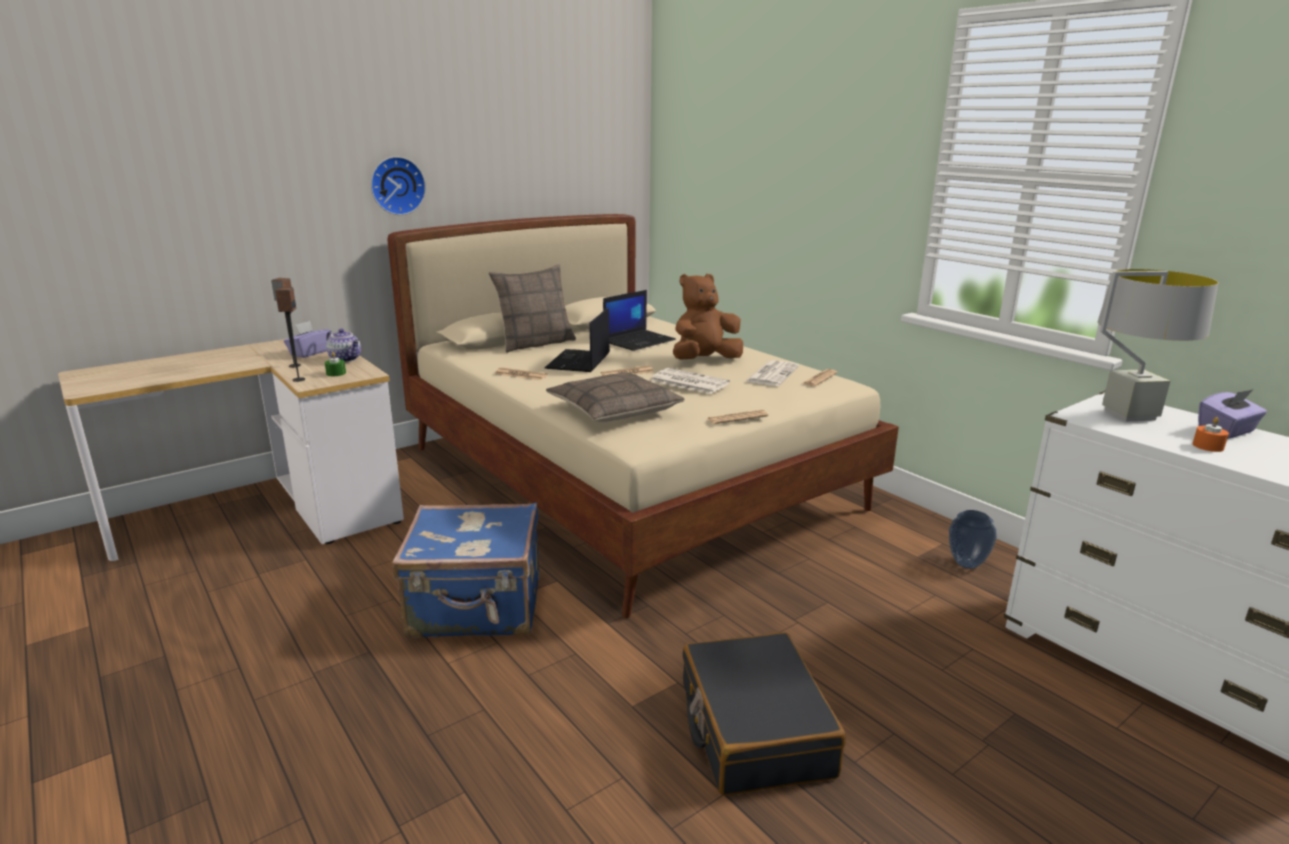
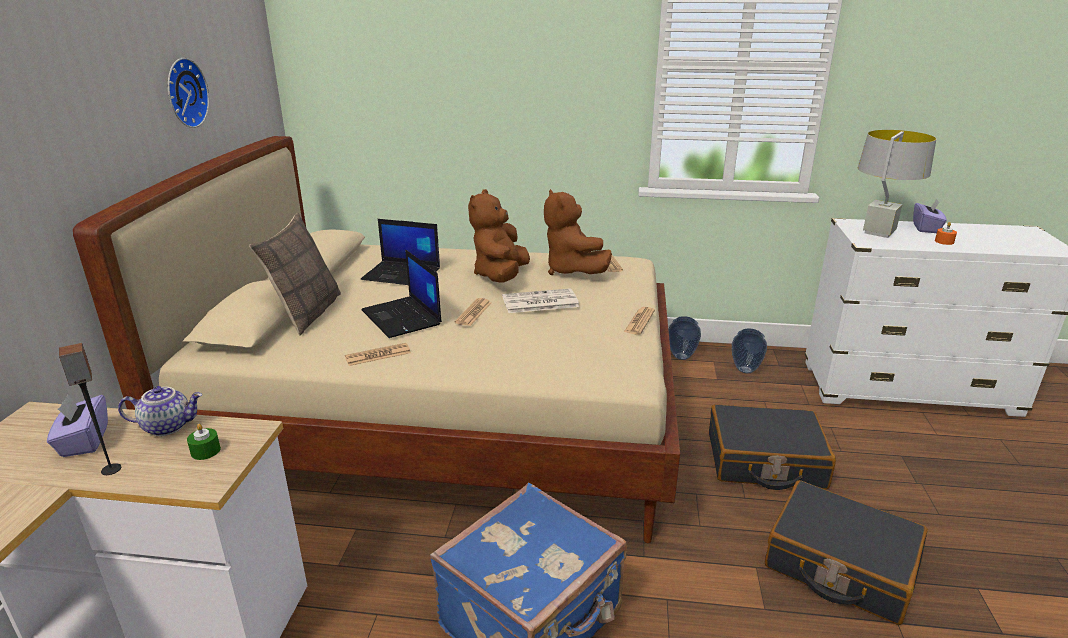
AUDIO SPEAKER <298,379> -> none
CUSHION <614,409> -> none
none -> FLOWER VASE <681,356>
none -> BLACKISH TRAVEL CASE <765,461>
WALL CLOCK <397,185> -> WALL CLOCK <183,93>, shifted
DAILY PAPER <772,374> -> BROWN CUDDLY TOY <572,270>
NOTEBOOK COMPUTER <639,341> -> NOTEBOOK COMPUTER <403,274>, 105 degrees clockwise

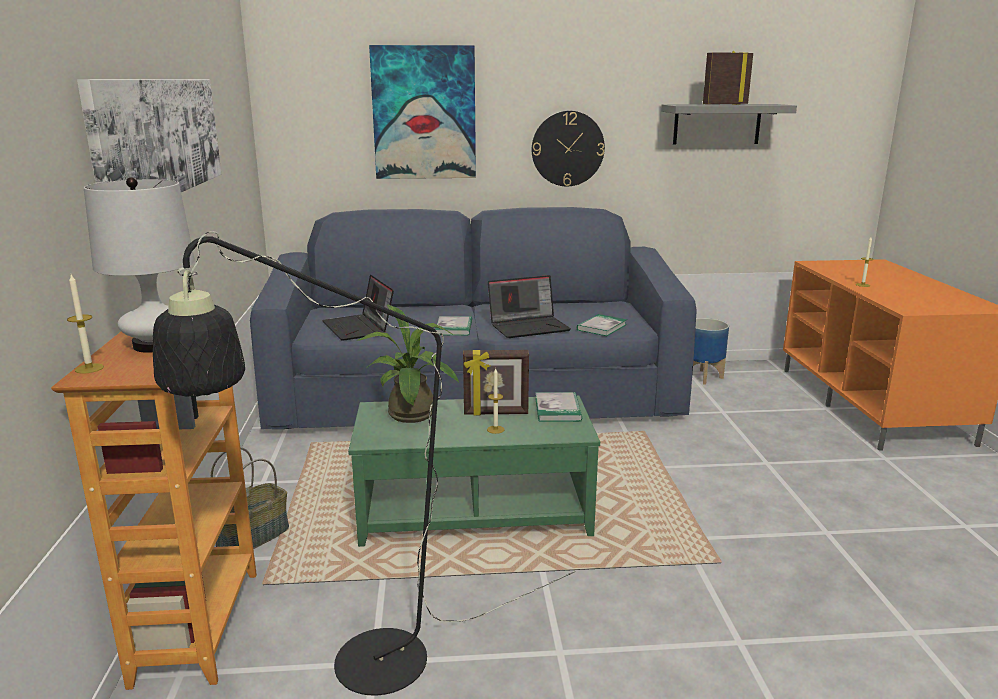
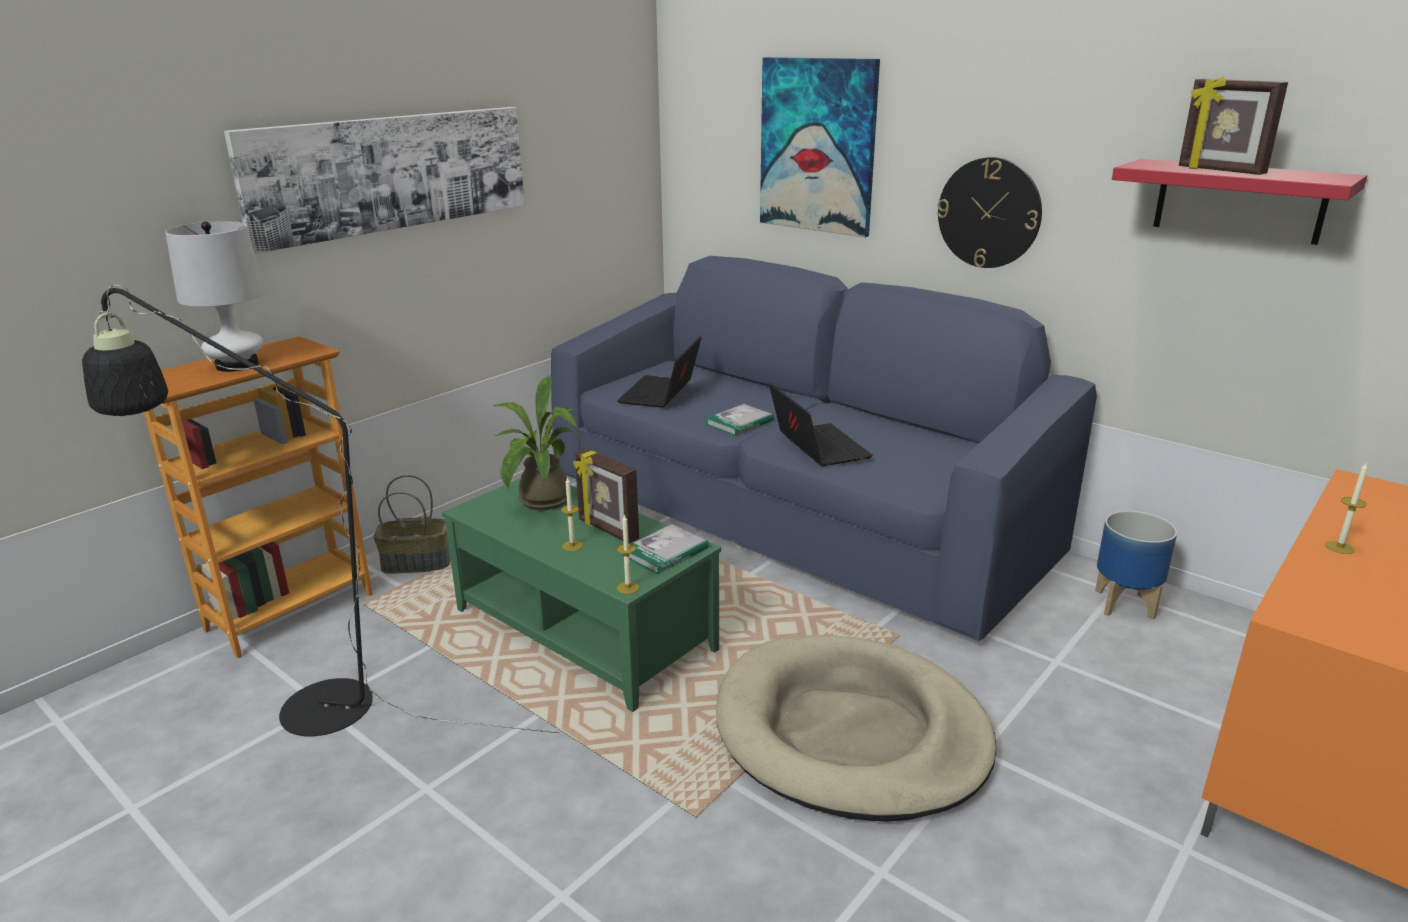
BOUND BOOK <601,327> -> none
none -> BEIGE-COLOURED PET BED <850,733>
CANDLE <89,368> -> CANDLE <628,588>, shifted
GRAY BRACKET SHELF <717,124> -> REDDISH BRACKET SHELF <1239,201>
NOTEBOOK COMPUTER <529,326> -> NOTEBOOK COMPUTER <817,447>, 135 degrees counterclockwise
PICTURE FRAME <724,104> -> PICTURE FRAME <1220,171>, 150 degrees counterclockwise

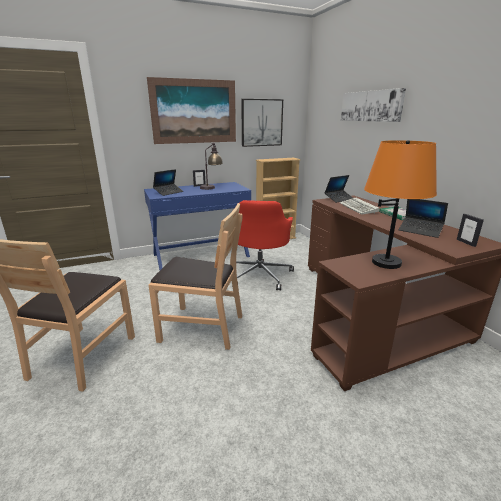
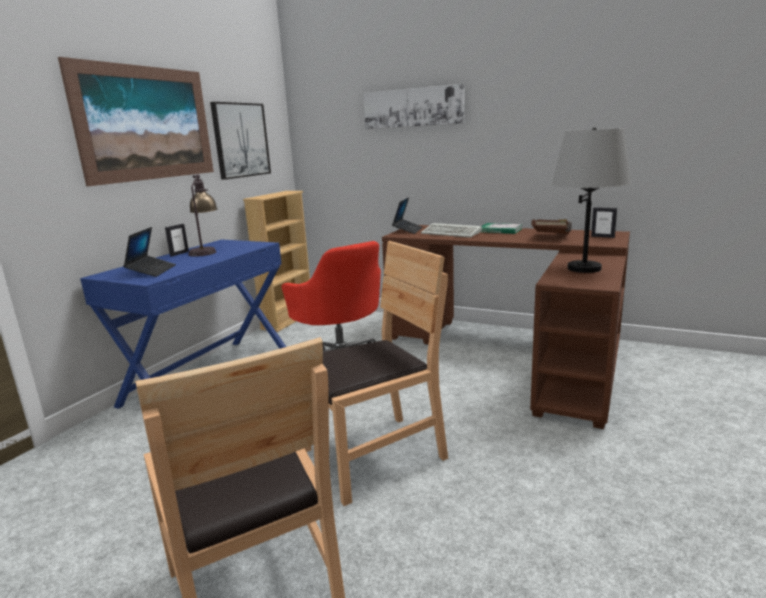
NOTEBOOK COMPUTER <420,231> -> BROWN BOUND BOOK <552,237>
ORANGE TABLETOP LAMP <386,262> -> GRAY TABLETOP LAMP <584,268>

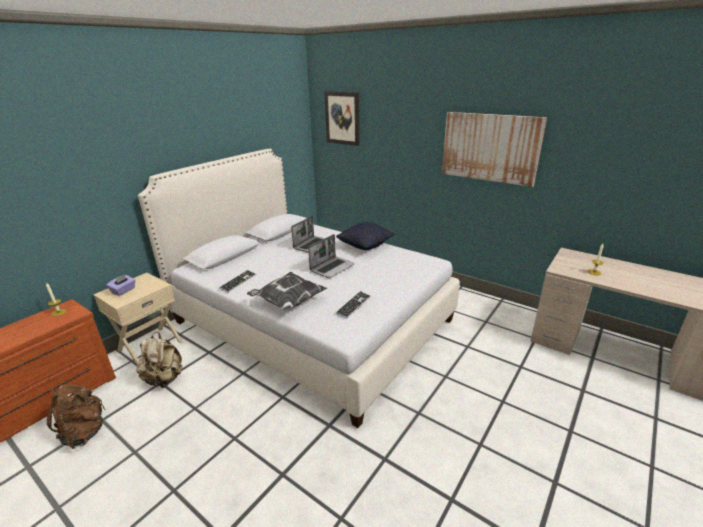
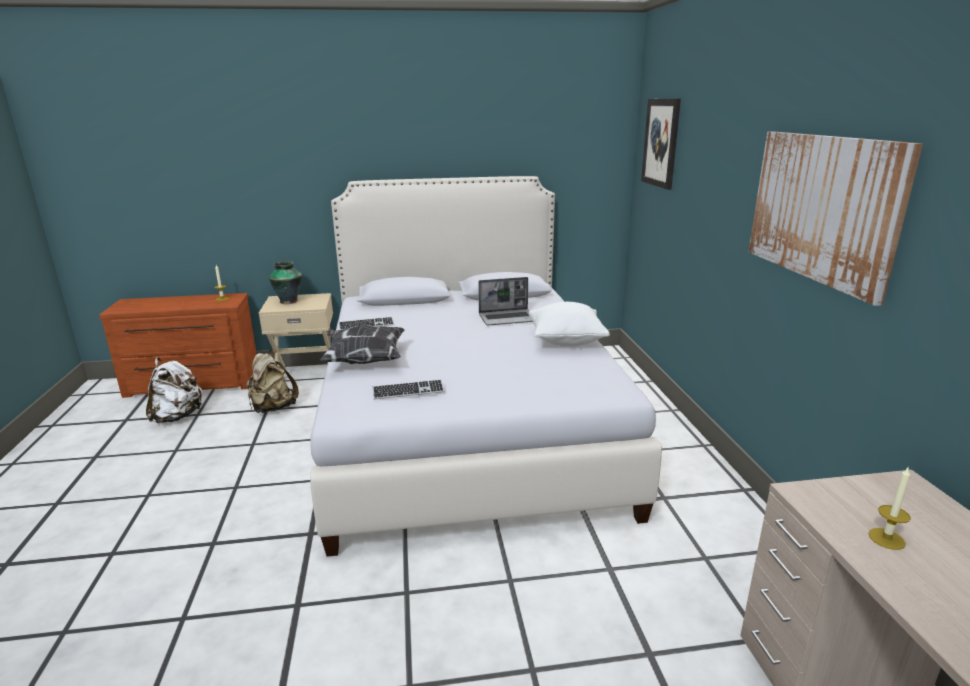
NOTEBOOK COMPUTER <332,267> -> none
PURPLISH TISSUE HOLDER <124,291> -> FLOWER VASE <288,301>
BROWN BACKPACK <84,432> -> WHITE-COLOURED BACKPACK <178,416>
BLACKISH CUSHION <365,246> -> WHITE-COLOURED CUSHION <566,341>

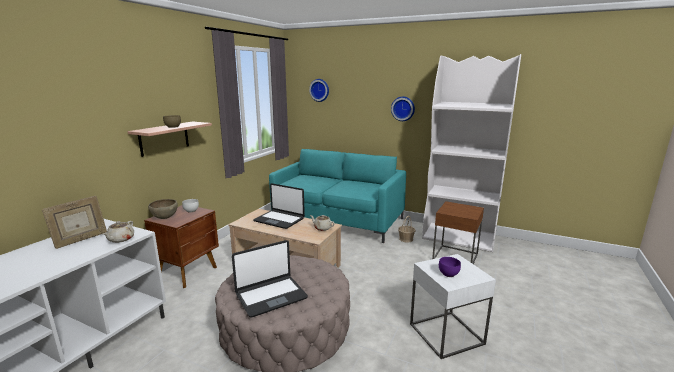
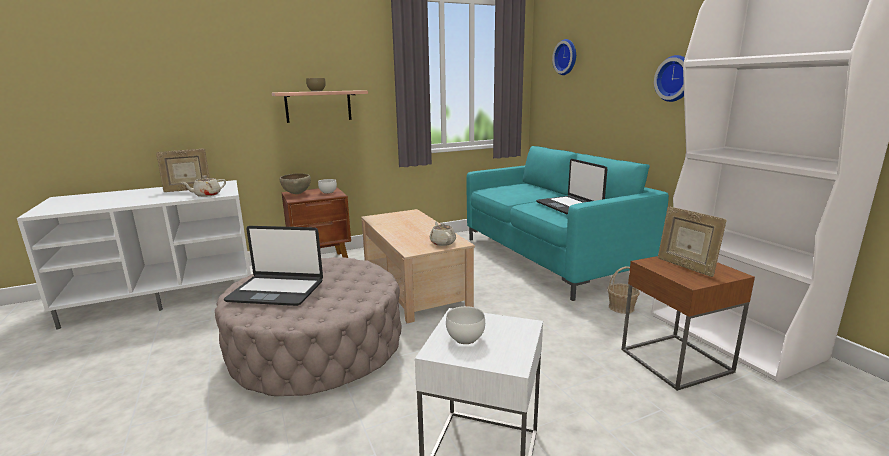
none -> PICTURE FRAME <685,267>
NOTEBOOK COMPUTER <279,219> -> NOTEBOOK COMPUTER <569,206>, shifted
PURPLISH SERVING BOWL <448,273> -> WHITE-COLOURED SERVING BOWL <465,338>

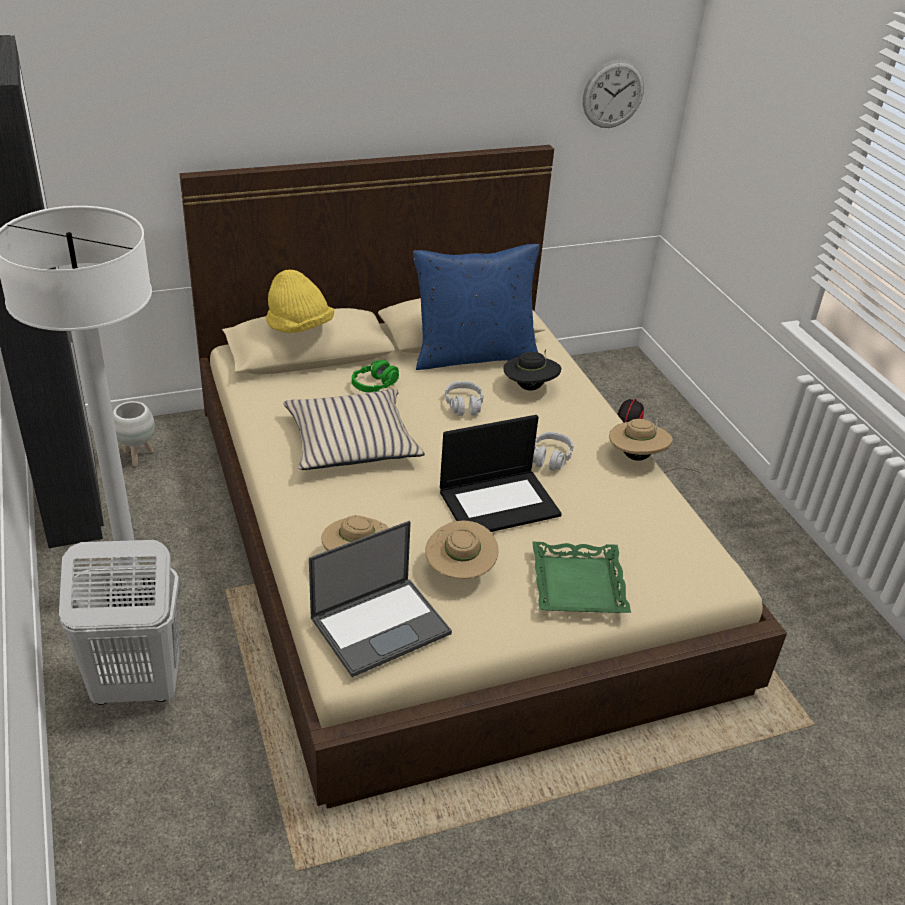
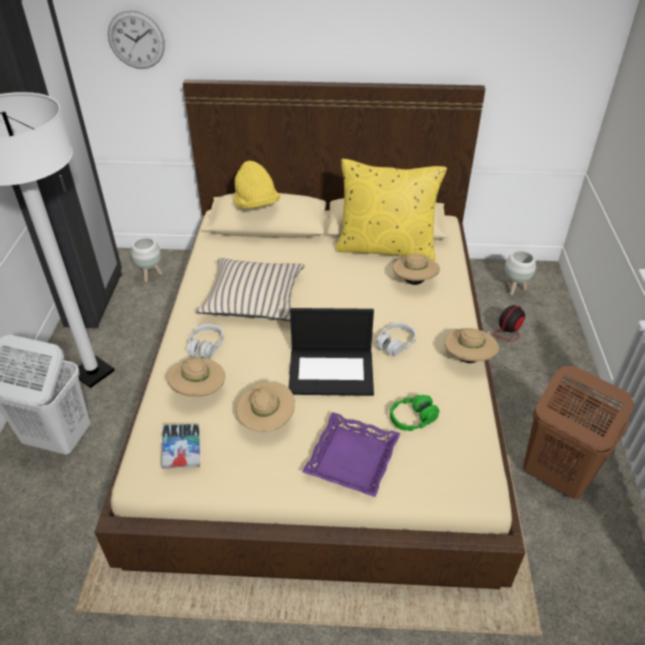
none -> WHITE-COLOURED PLANT POT <514,289>
none -> BROWN HAMPER <555,475>
GREEN-COLOURED HEADPHONES <375,384> -> GREEN-COLOURED HEADPHONES <413,418>, shifted
GRAY HEADPHONES <464,405> -> GRAY HEADPHONES <206,346>, shifted
WALL CLOCK <613,94> -> WALL CLOCK <136,40>, shifted
NOTEBOOK COMPUTER <381,625> -> BOUND BOOK <181,449>
BLUISH CUSHION <473,355> -> YELLOW-COLOURED CUSHION <385,247>
BLACKISH HAT <529,387> -> BEIGE-COLOURED HAT <414,281>
GREEN-COLOURED CARRYING TRAY <577,584> -> PURPLISH CARRYING TRAY <351,458>

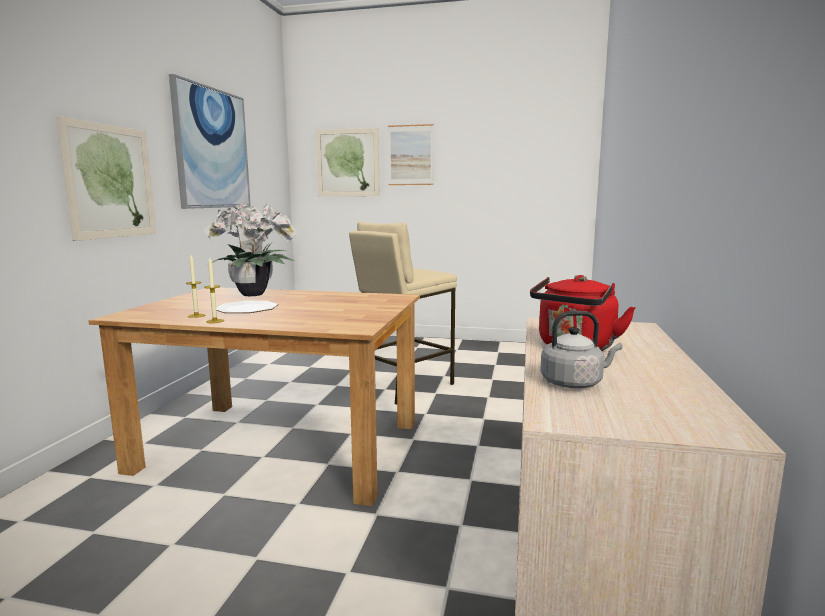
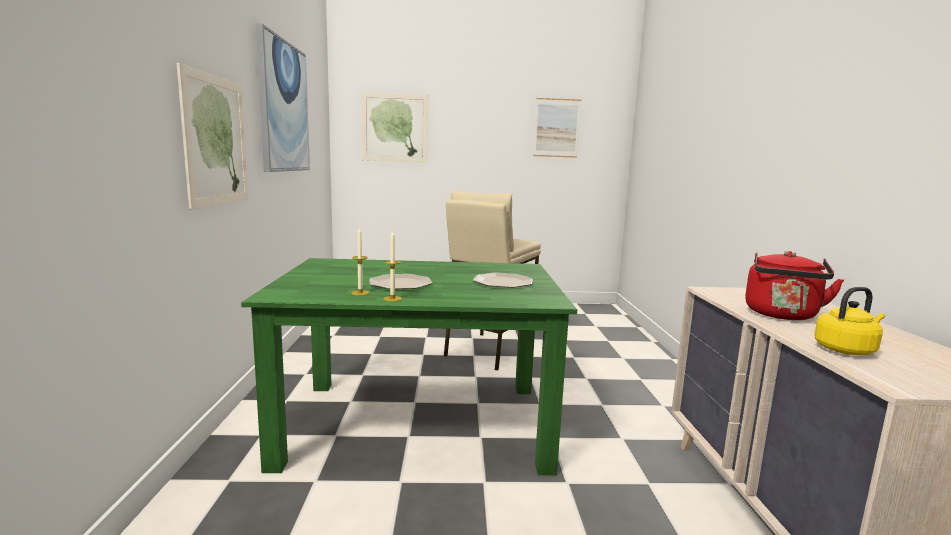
HOUSEPLANT <255,294> -> none
none -> PLATE <502,282>
PICTURE <410,155> -> PICTURE <556,128>, shifted
BROWN DINNER TABLE <283,445> -> GREEN-COLOURED DINNER TABLE <420,422>
GRAY TEA KETTLE <574,383> -> YELLOW-COLOURED TEA KETTLE <846,350>

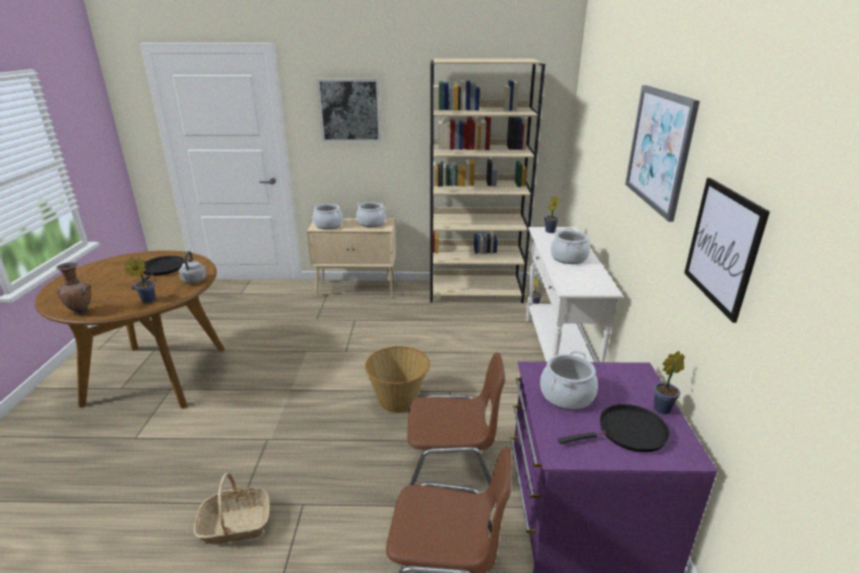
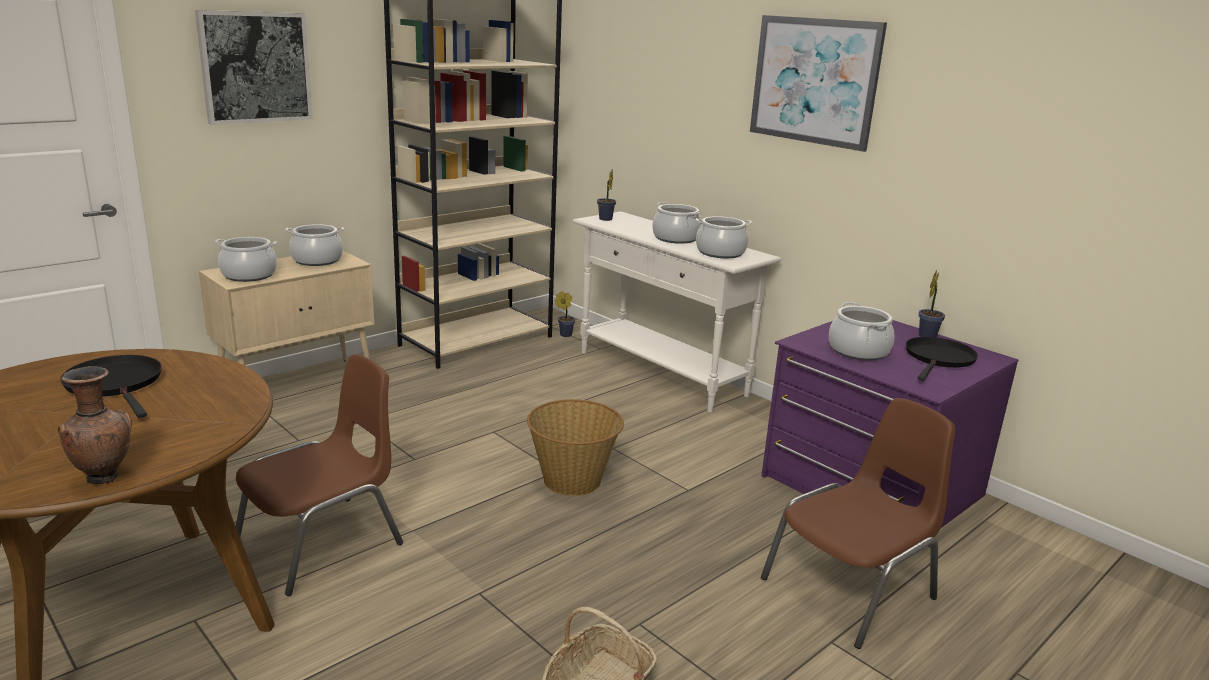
HOUSEPLANT <146,300> -> none
GRAY TEA KETTLE <194,281> -> none
PICTURE <722,246> -> none
none -> SAUCEPOT <720,253>
BROWN PLAIN CHAIR <452,463> -> BROWN PLAIN CHAIR <323,542>, shifted

